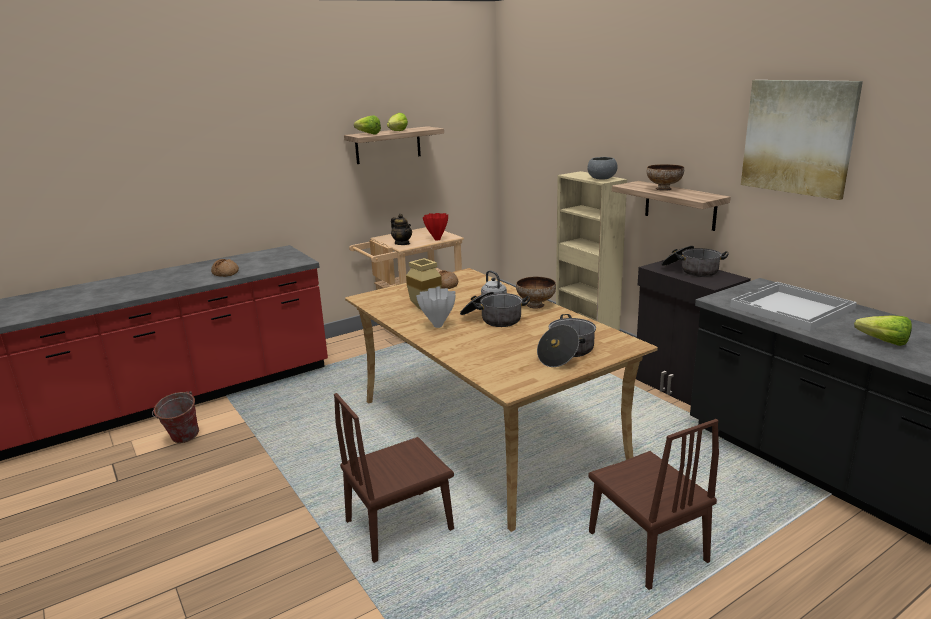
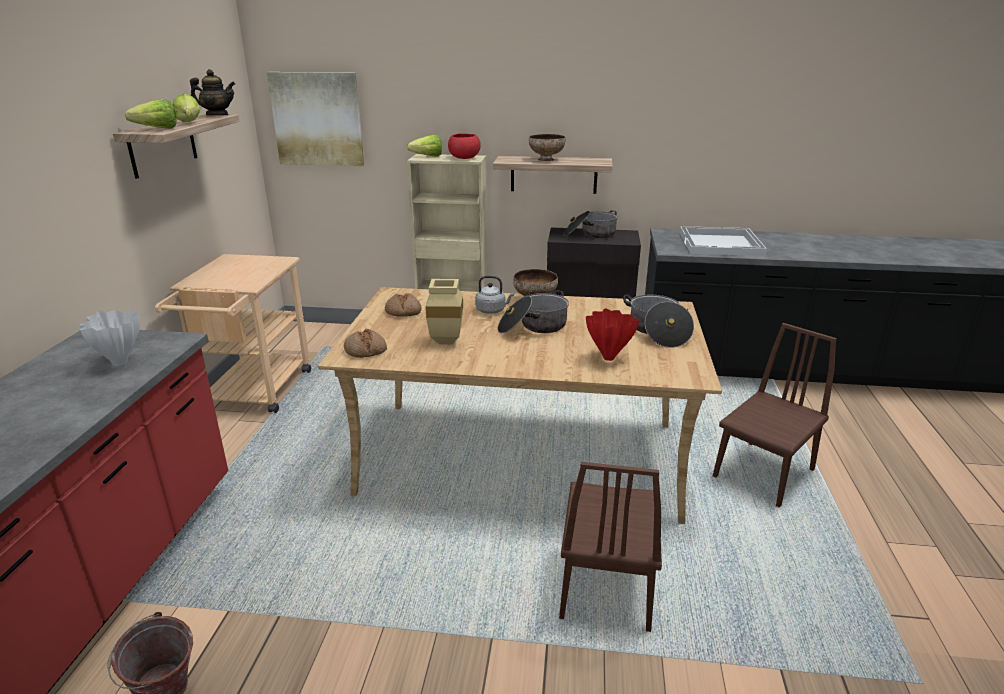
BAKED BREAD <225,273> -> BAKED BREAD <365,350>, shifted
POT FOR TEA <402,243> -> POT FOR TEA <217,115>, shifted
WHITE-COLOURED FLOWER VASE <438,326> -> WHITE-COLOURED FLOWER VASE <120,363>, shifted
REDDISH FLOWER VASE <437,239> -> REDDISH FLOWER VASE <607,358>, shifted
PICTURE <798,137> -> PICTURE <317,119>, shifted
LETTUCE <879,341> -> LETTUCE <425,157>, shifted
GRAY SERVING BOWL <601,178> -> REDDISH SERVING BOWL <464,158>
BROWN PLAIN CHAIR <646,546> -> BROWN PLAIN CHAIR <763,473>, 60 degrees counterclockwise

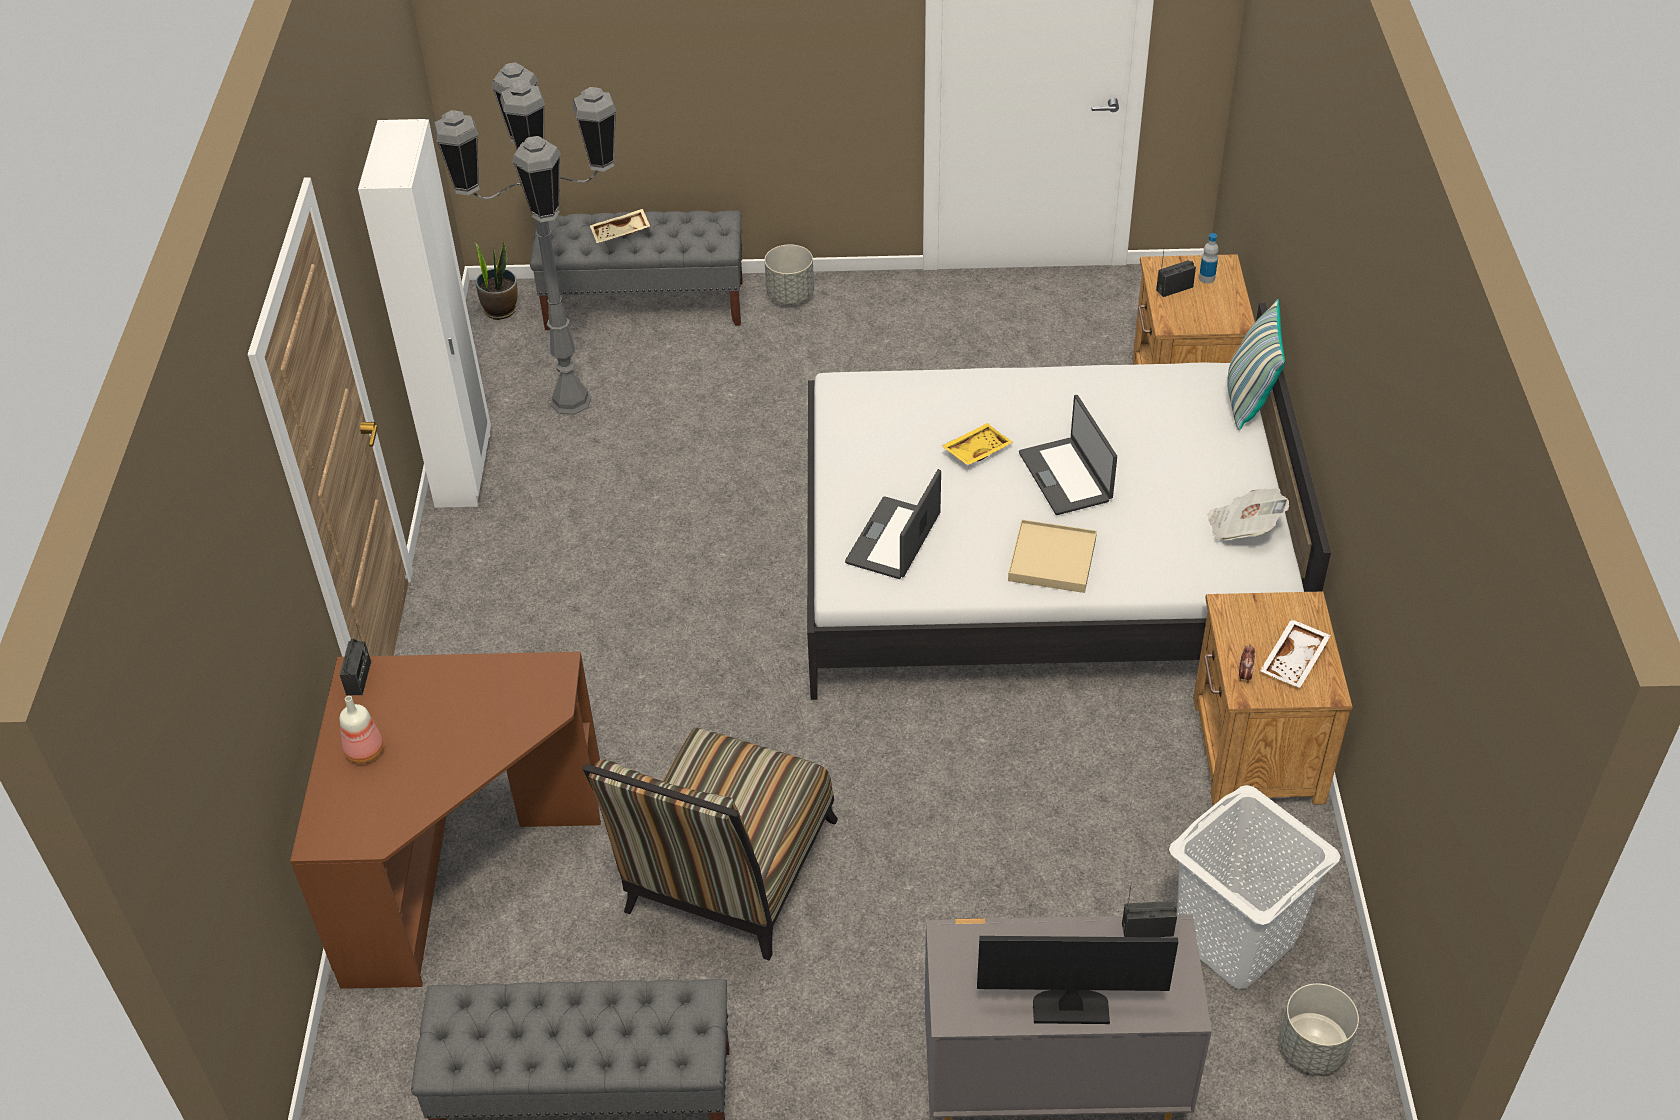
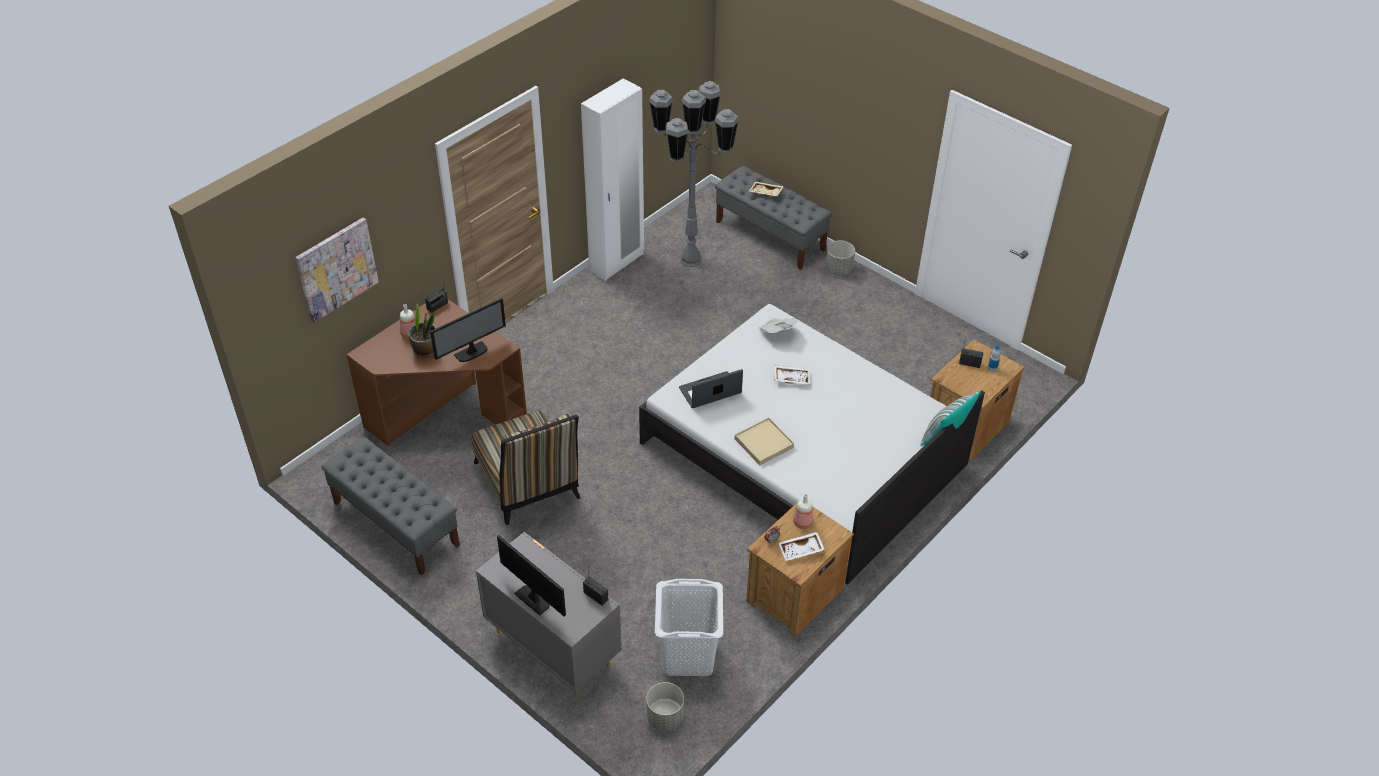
NOTEBOOK COMPUTER <1066,476> -> none
none -> PICTURE <336,269>
none -> MONITOR <472,353>
none -> DRINK BOTTLE <803,522>
HOUSEPLANT <500,310> -> HOUSEPLANT <425,350>, shifted
DAILY PAPER <1243,528> -> DAILY PAPER <777,332>, shifted
YELLOW-COLOURED CARRYING TRAY <976,450> -> WHITE-COLOURED CARRYING TRAY <791,378>
PLAIN CHAIR <725,877> -> PLAIN CHAIR <529,485>, 90 degrees counterclockwise

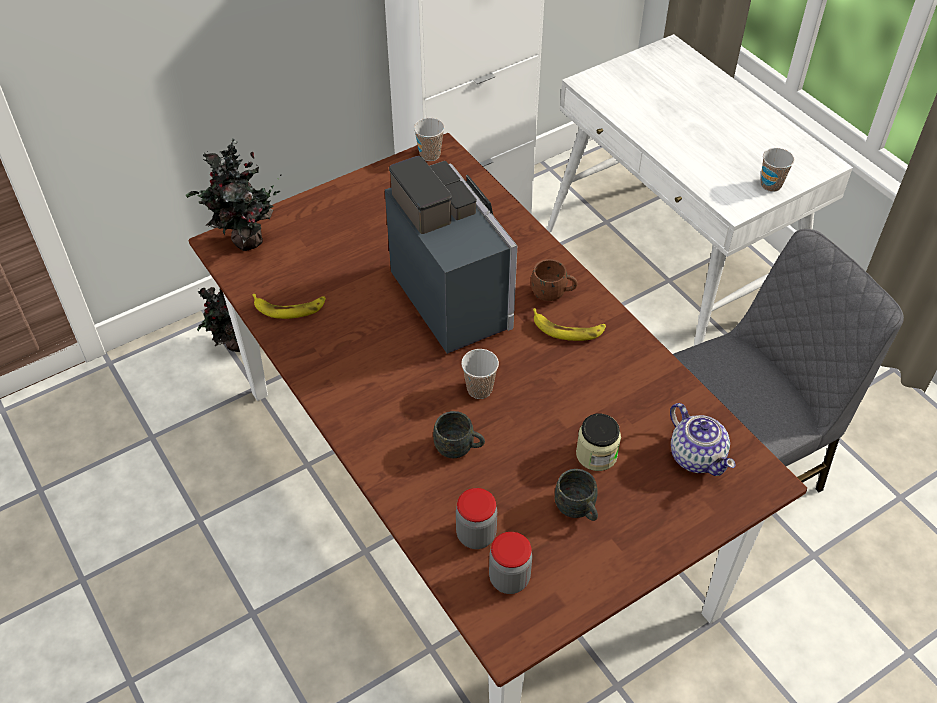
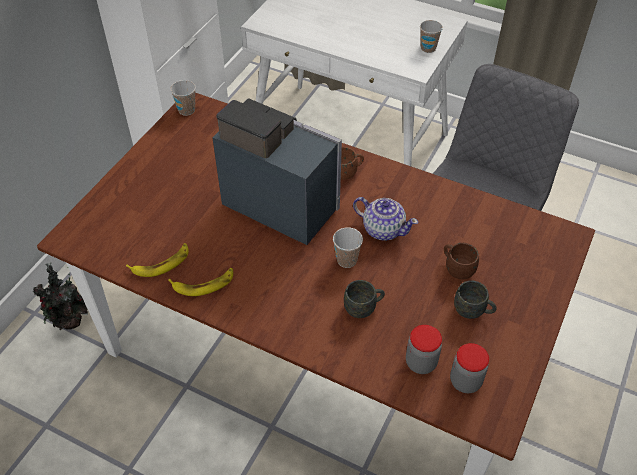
HOUSEPLANT <245,242> -> none
BANANA FRUIT <568,329> -> BANANA FRUIT <204,284>, shifted
POT FOR TEA <696,456> -> POT FOR TEA <383,229>, shifted
STORAGE JAR <596,454> -> BROWN MUG <456,268>

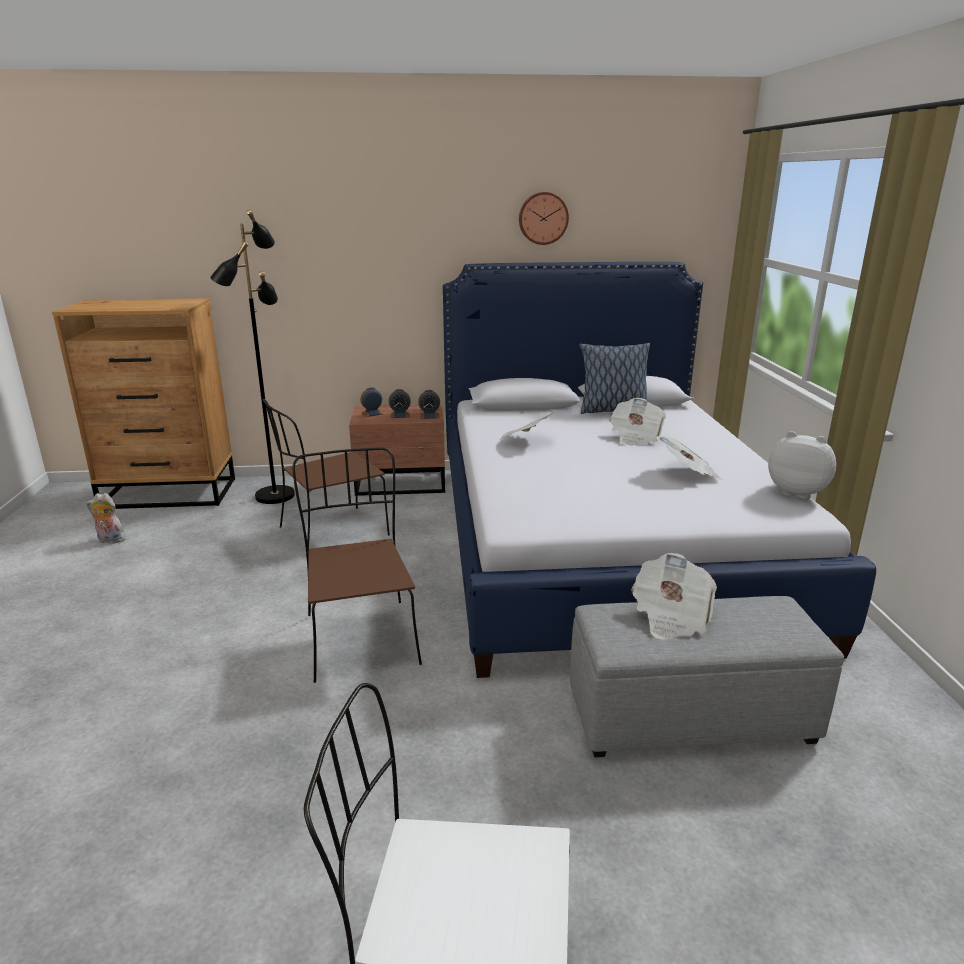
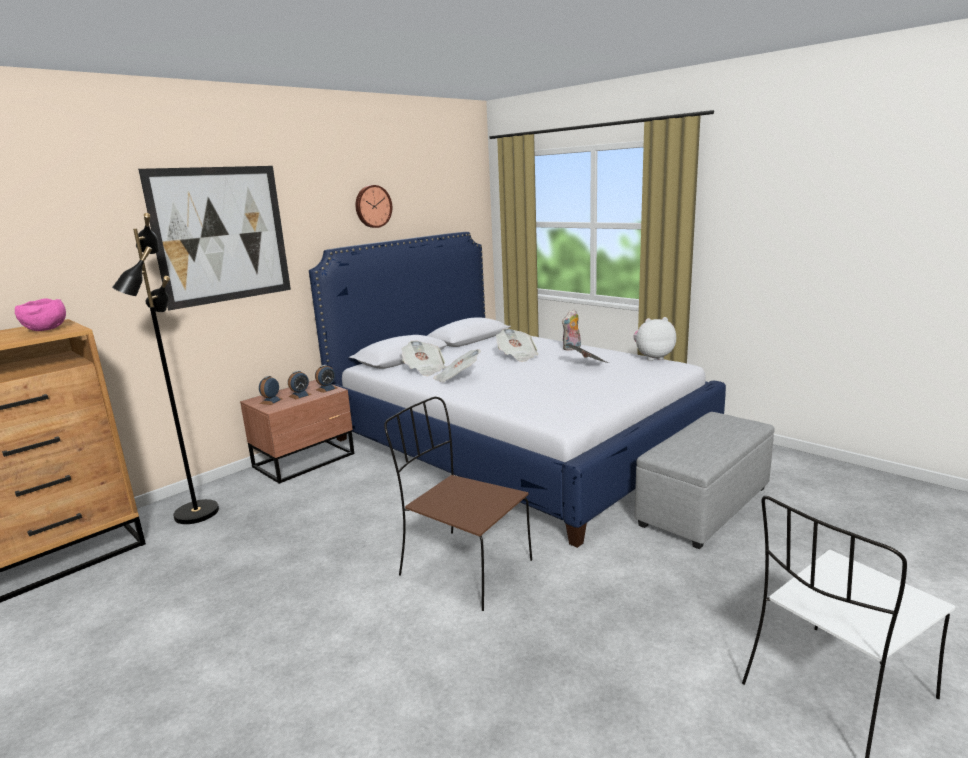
BROWN PLAIN CHAIR <331,532> -> none
CUSHION <612,411> -> none
none -> PINKISH SERVING BOWL <46,330>
none -> PICTURE <221,235>
CUDDLY TOY <110,540> -> CUDDLY TOY <572,348>, shifted
DAILY PAPER <670,616> -> DAILY PAPER <424,370>, shifted

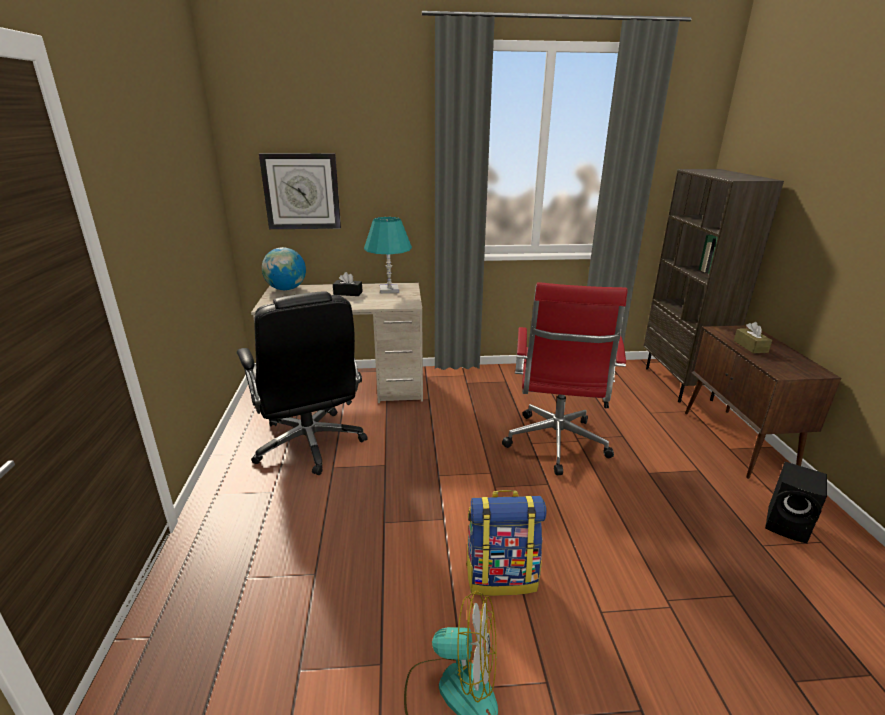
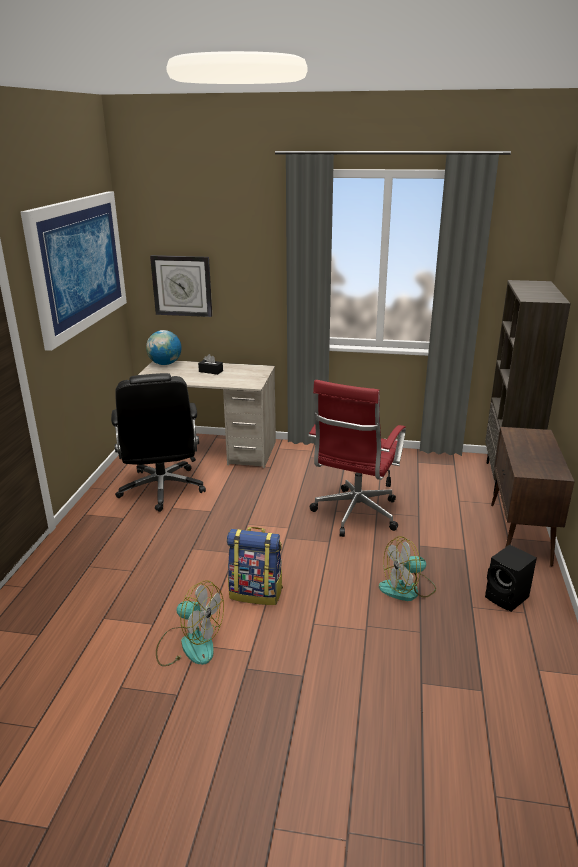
BLUE-GREEN TABLETOP LAMP <389,289> -> none
BROWN TISSUE HOLDER <750,346> -> none
none -> PICTURE <78,264>
none -> FAN <407,589>

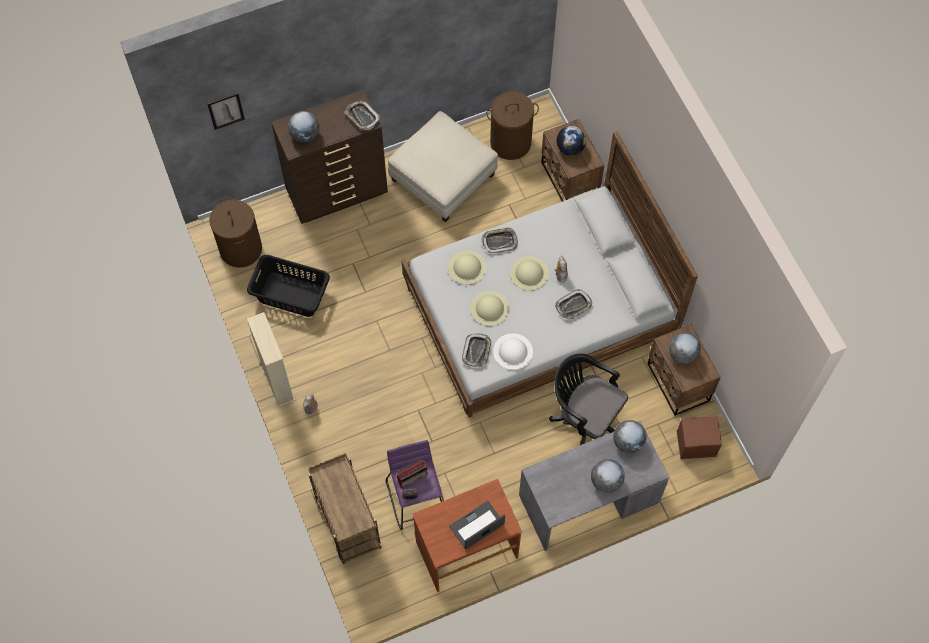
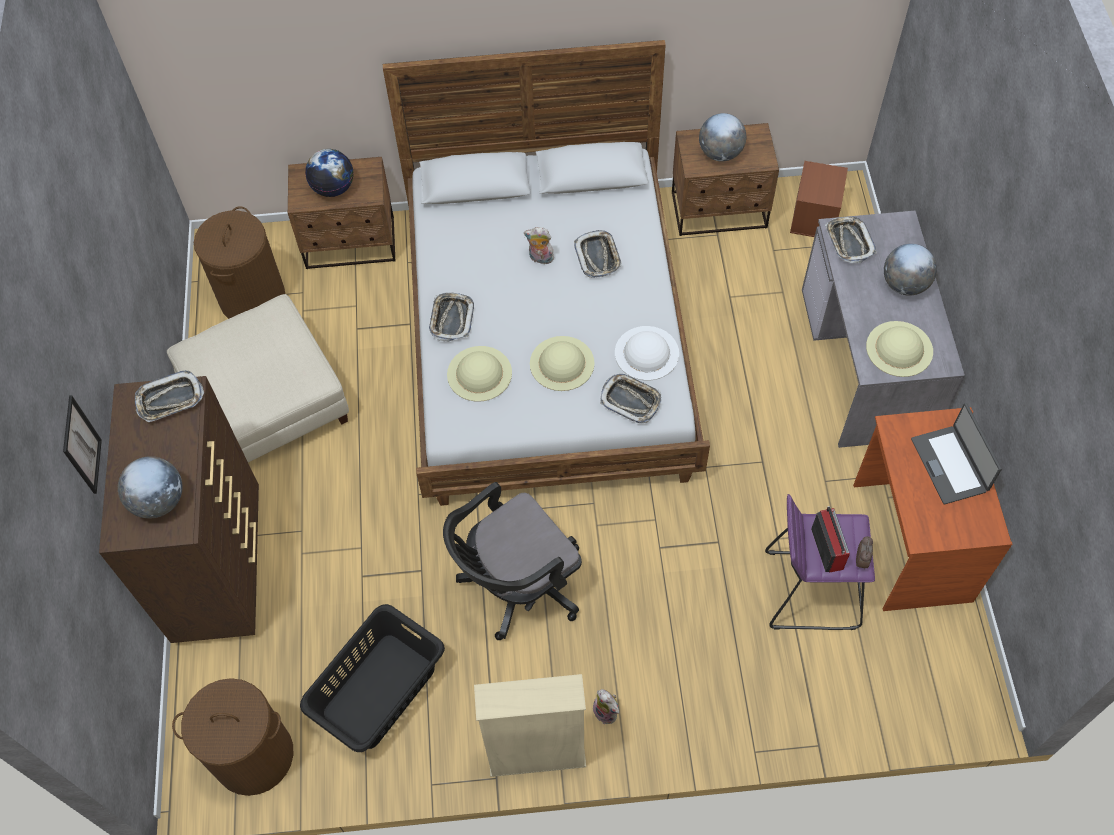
BROWN WHEELED CART <347,523> -> none
PICTURE <226,111> -> PICTURE <81,445>, shifted
BEIGE-COLOURED HAT <529,273> -> BEIGE-COLOURED HAT <899,348>, shifted
BLACKISH COMPUTER CHAIR <585,419> -> BLACKISH COMPUTER CHAIR <516,586>, shifted
DESK GLOBE <628,442> -> CARRYING TRAY <849,242>

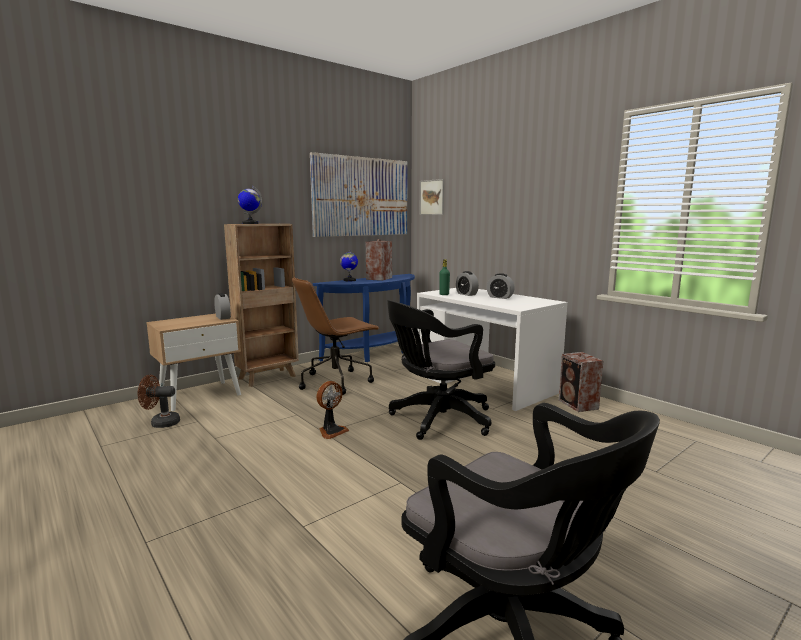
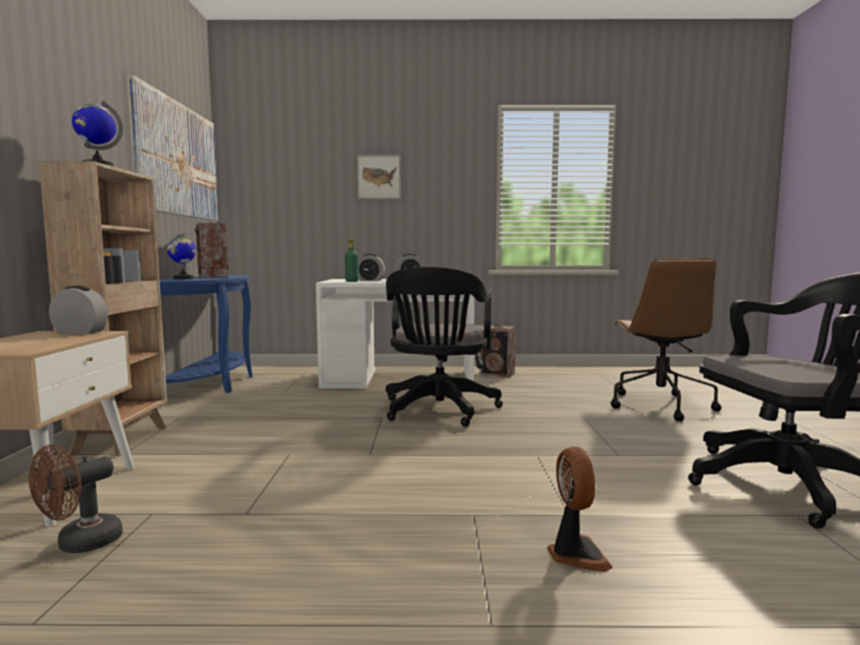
BROWN COMPUTER CHAIR <336,381> -> BROWN COMPUTER CHAIR <659,405>, shifted
FAN <331,431> -> FAN <575,555>, shifted
PICTURE <432,197> -> PICTURE <379,177>, shifted

